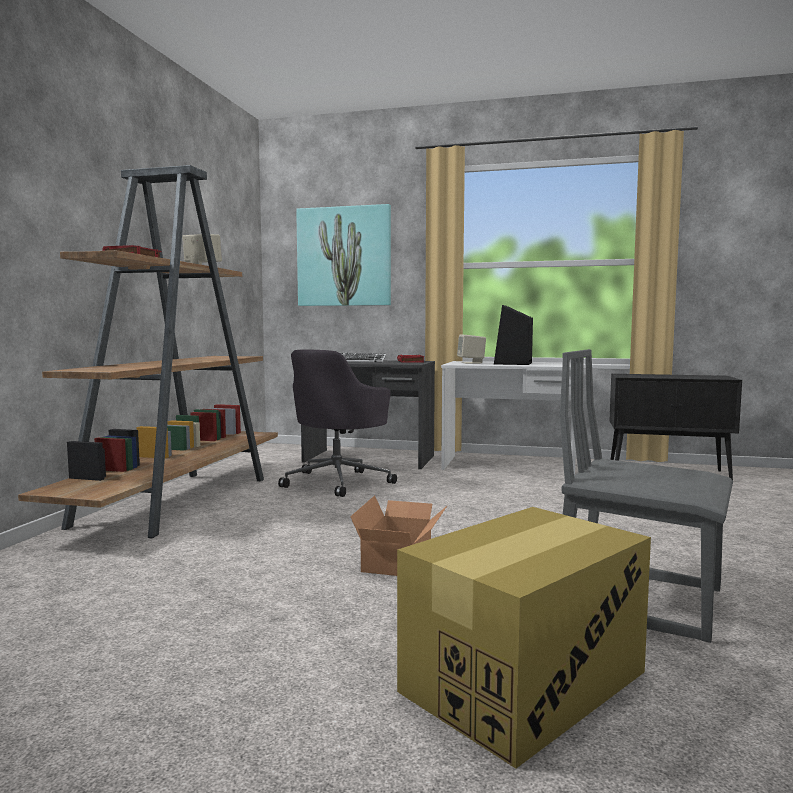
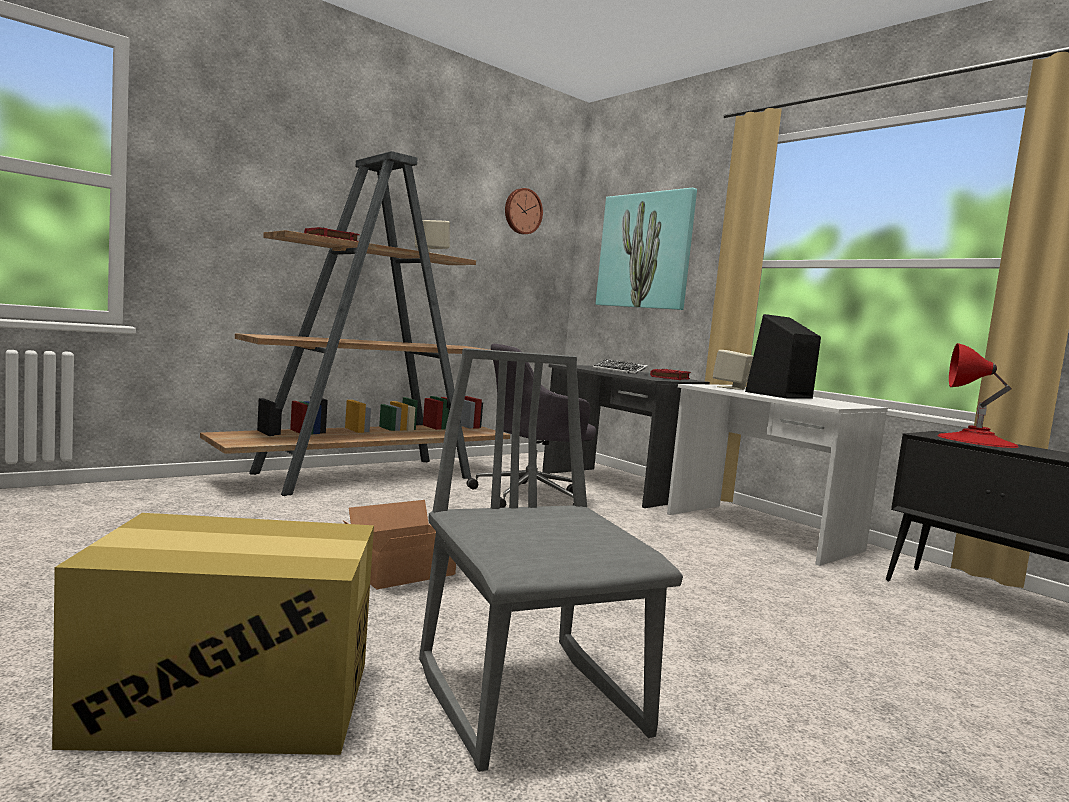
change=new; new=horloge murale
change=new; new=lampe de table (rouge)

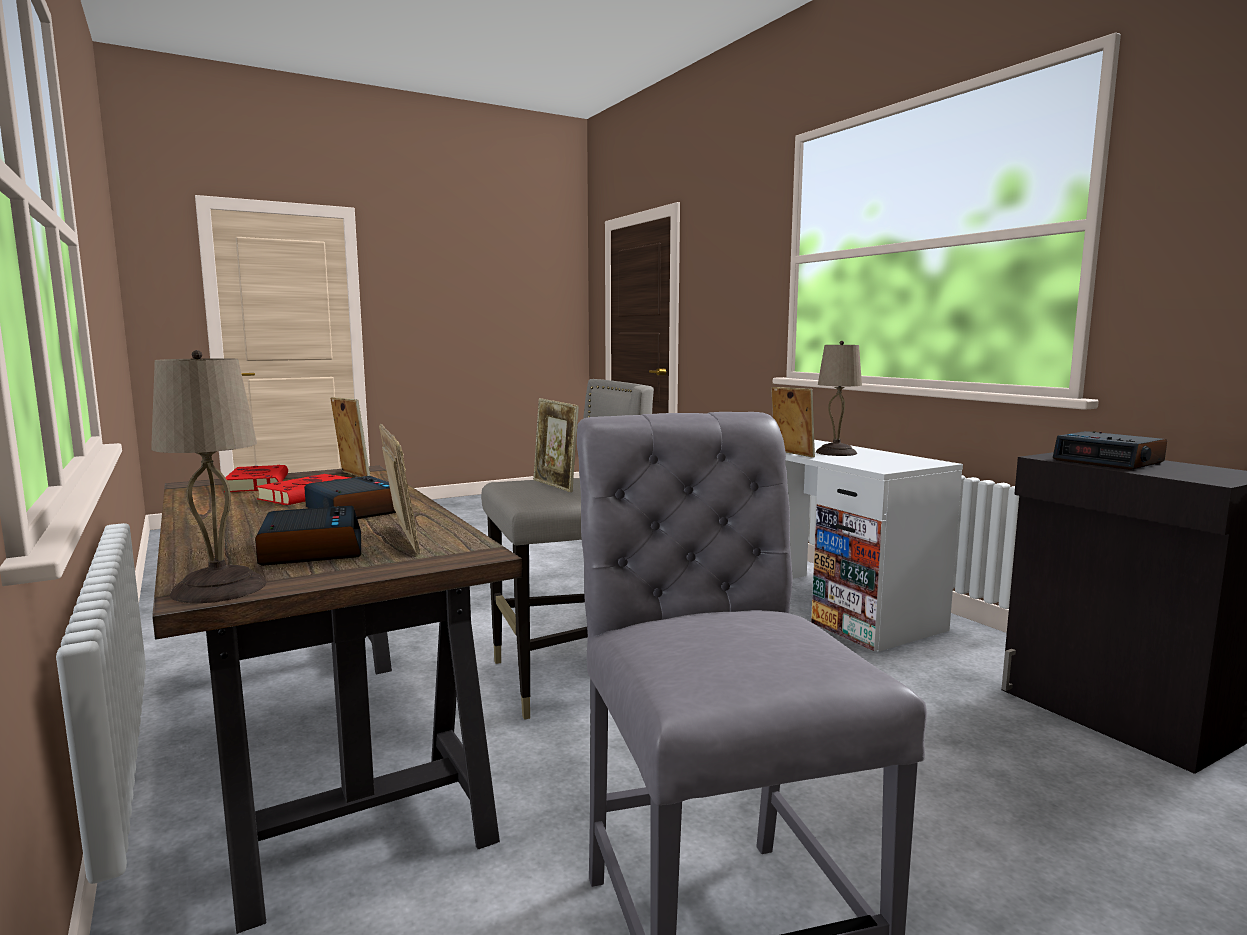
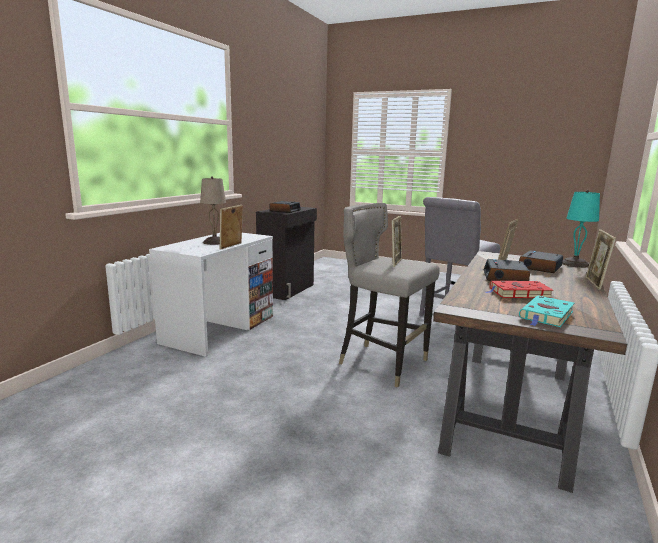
change=repainted; old=livre (rouge) (no. 1 from left); new=livre (turquoise)
change=repainted; old=lampe de table (beige) (no. 1 from left); new=lampe de table (turquoise)
change=shifted; old=cadre photo (no. 1 from left in the first image); new=cadre photo (no. 4 from left)

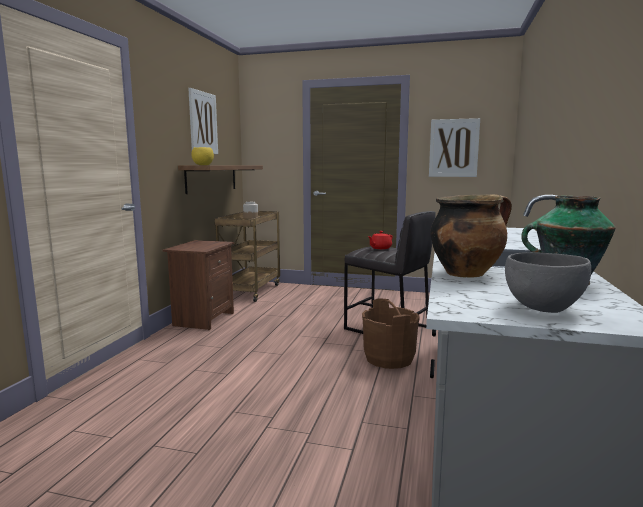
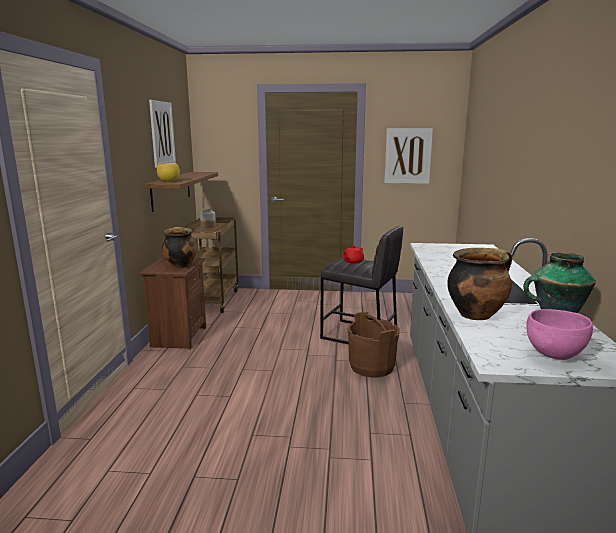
change=new; new=marmite (no. 1 from left)
change=repainted; old=bol (gris); new=bol (rose)

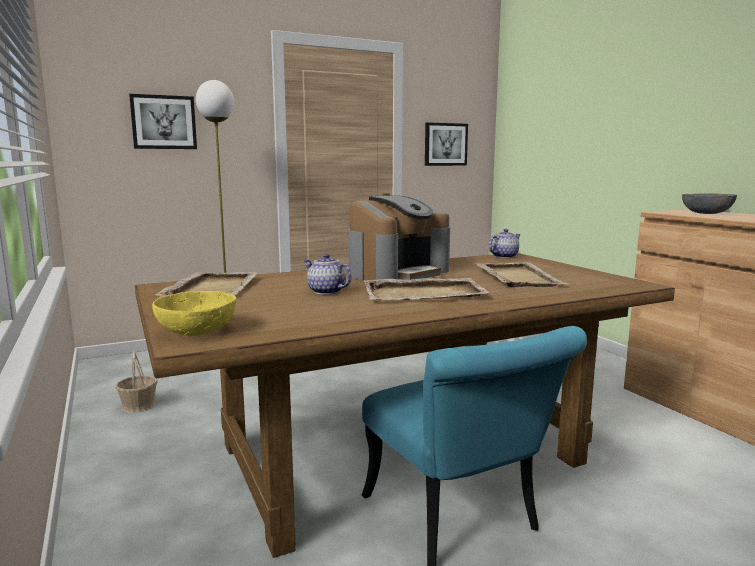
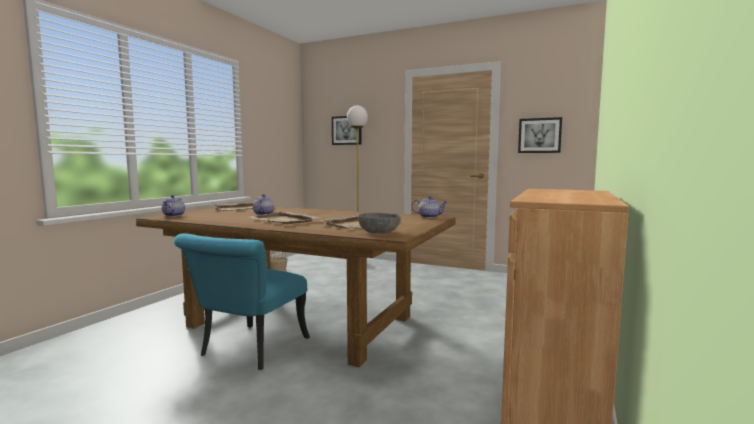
change=swapped; old=bol (jaune); new=théière (no. 1 from left)
change=shifted; old=bol (gris)
change=gone; old=machine à café

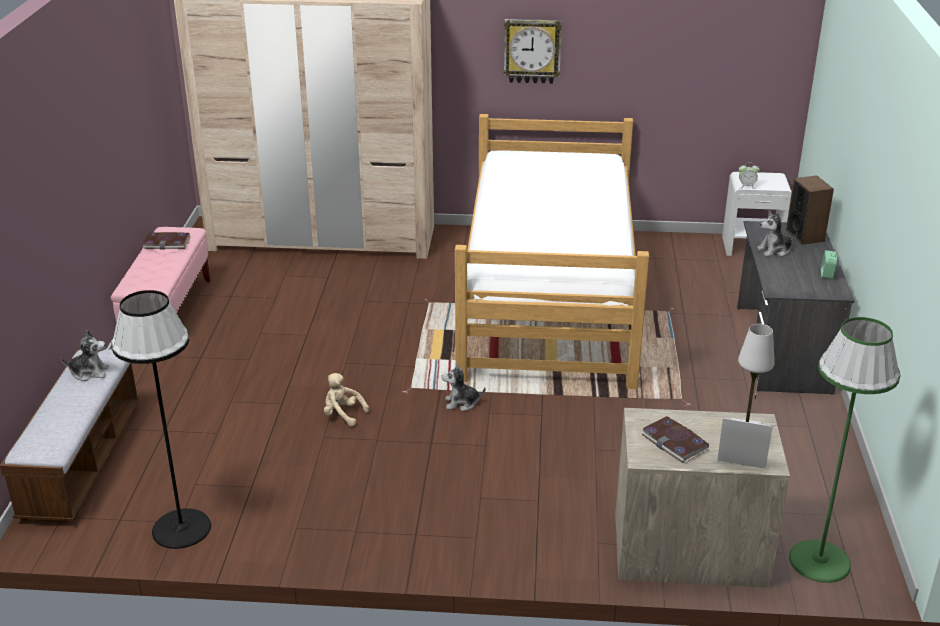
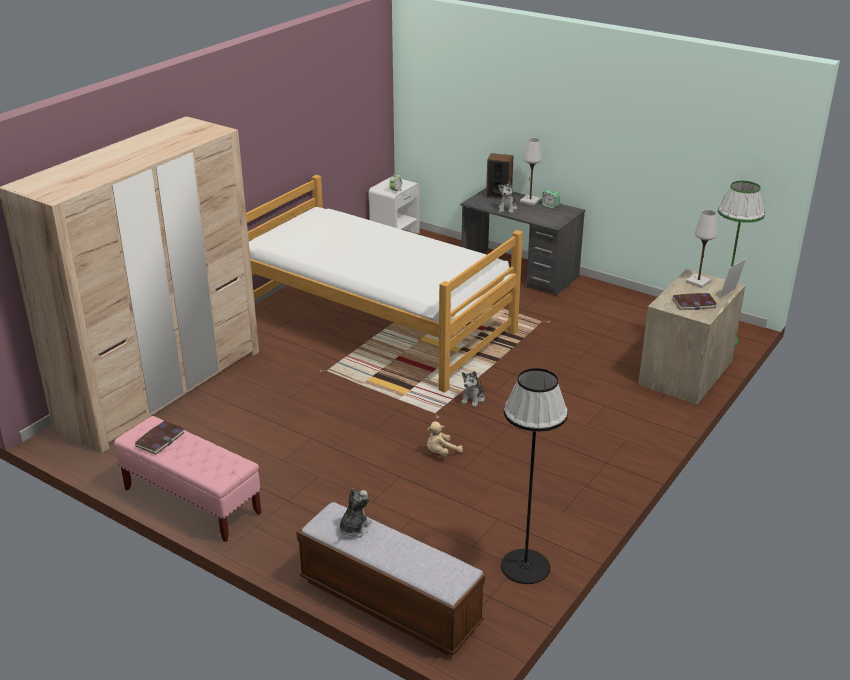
change=new; new=lampe de table (blanc) (no. 1 from left)
change=gone; old=horloge murale

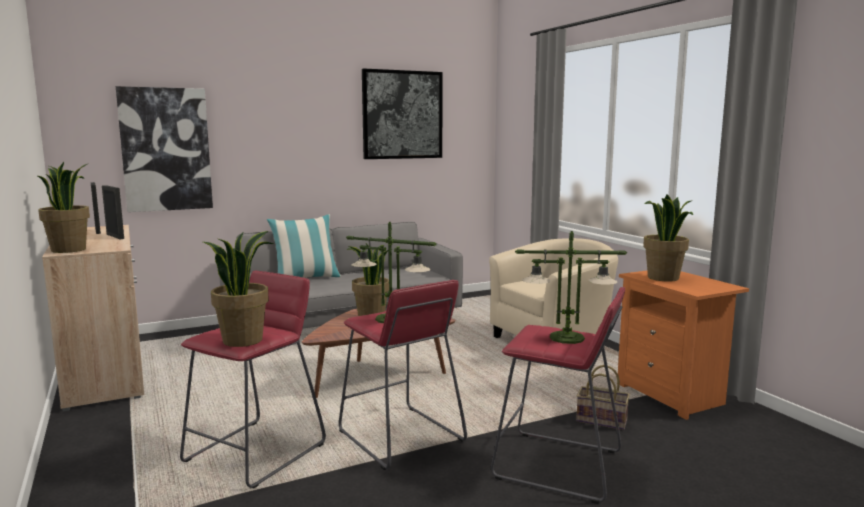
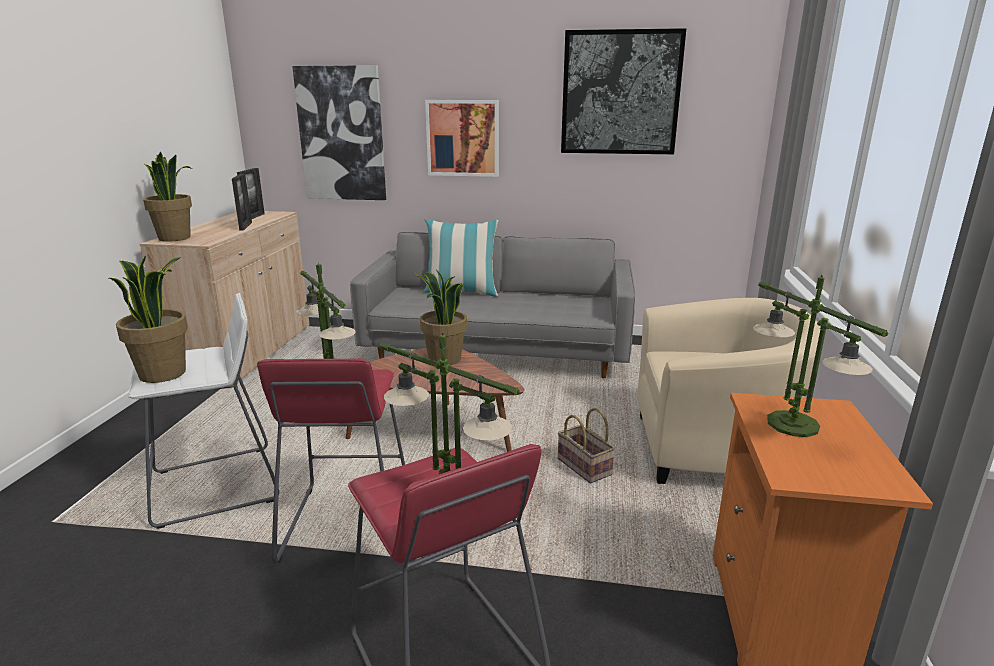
change=repainted; old=tabouret (rouge) (no. 1 from left); new=tabouret (blanc)
change=new; new=tableau (no. 2 from left)
change=shifted; old=panier
change=swapped; old=plante en pot (no. 4 from left); new=lampe de table (no. 3 from left)

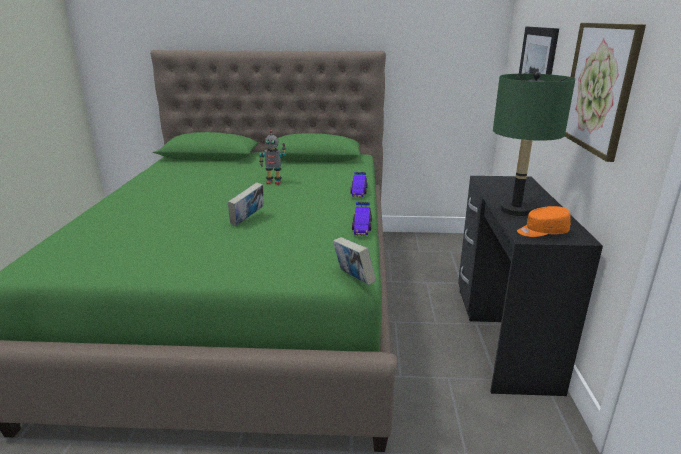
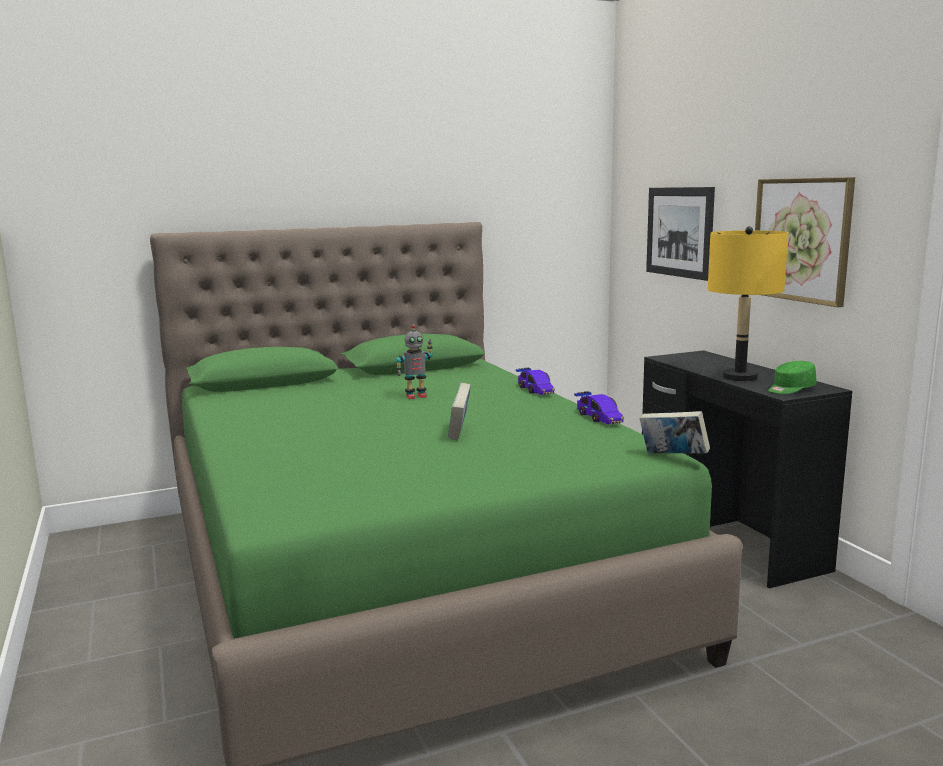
change=repainted; old=lampe de table (vert); new=lampe de table (jaune)
change=repainted; old=casquette (orange); new=casquette (vert)

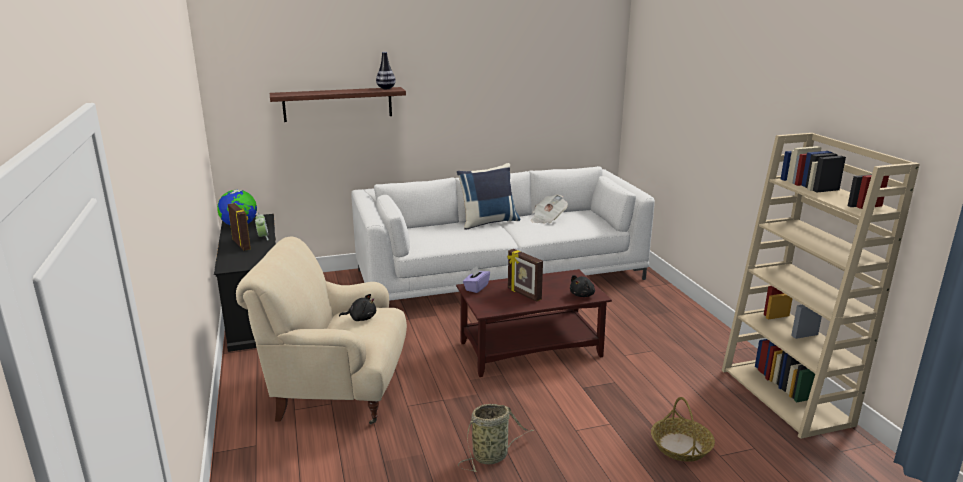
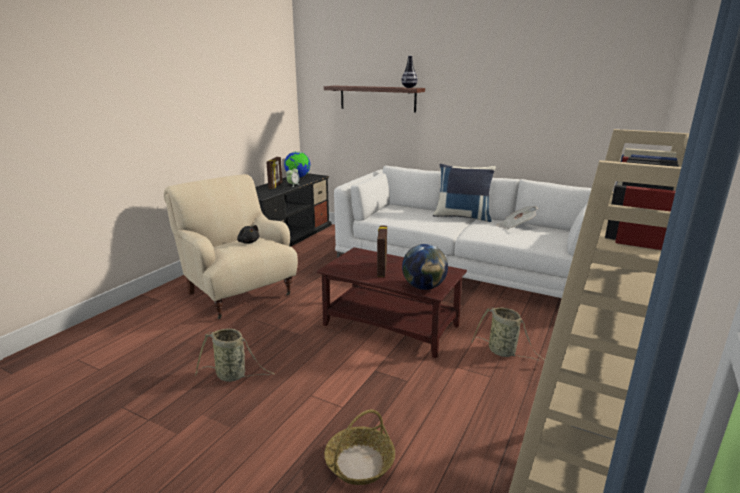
change=swapped; old=peluche (noir) (no. 2 from left); new=globe (no. 2 from left)
change=new; new=panier (no. 3 from left)
change=gone; old=boîte à mouchoirs (violet)

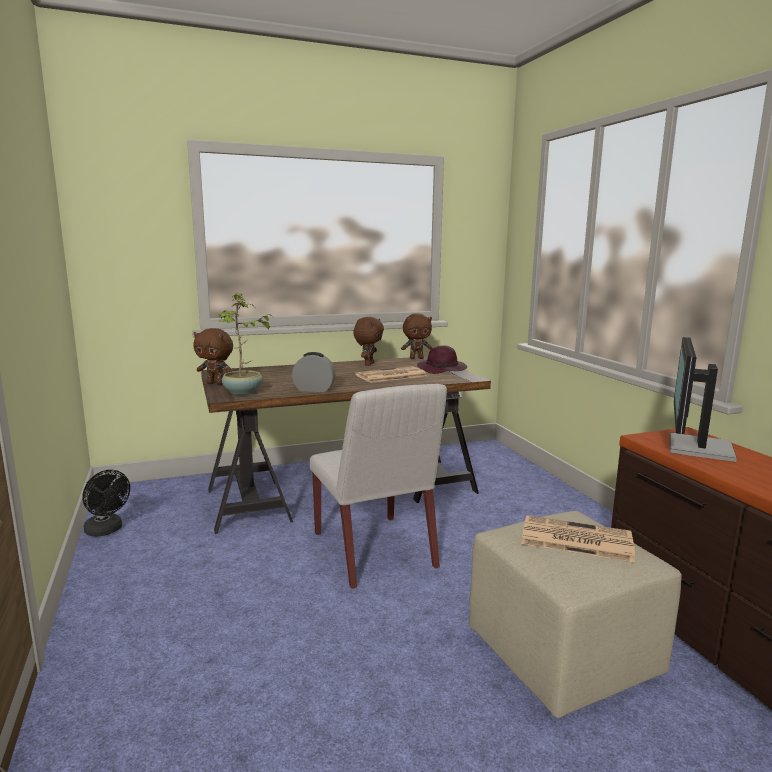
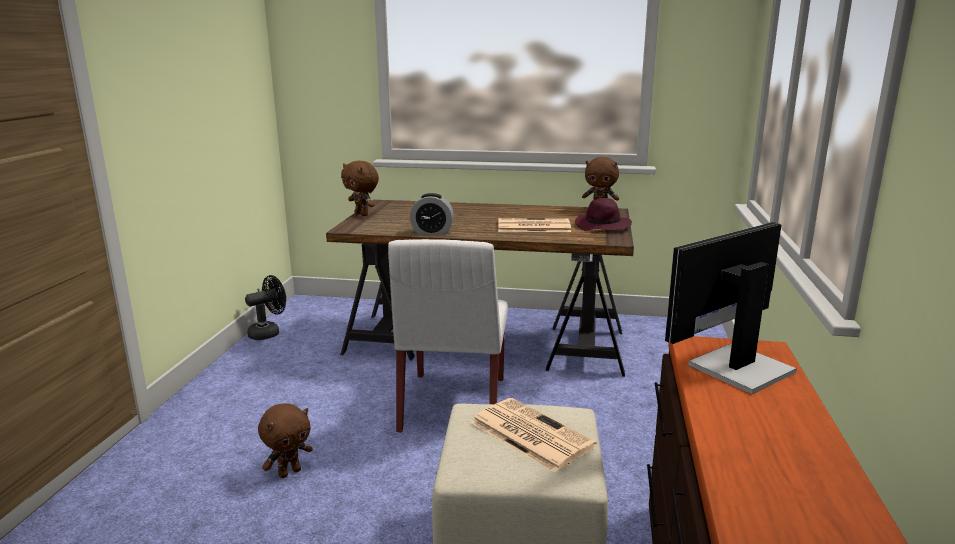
change=rotated; old=ventilateur (noir); degrees=-105
change=shifted; old=peluche (marron) (no. 2 from left in the first image); new=peluche (marron) (no. 1 from left)
change=rotated; old=réveil; degrees=150
change=gone; old=plante en pot

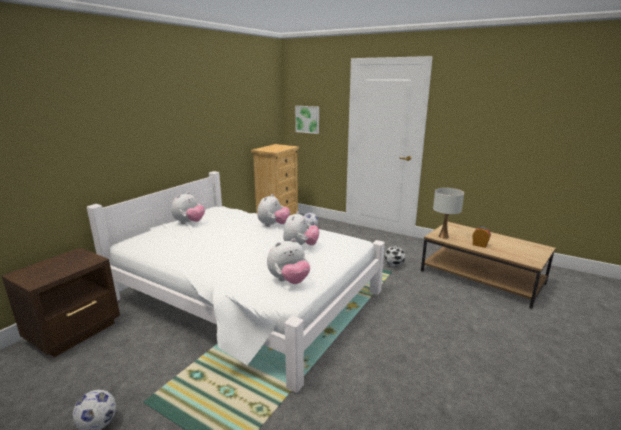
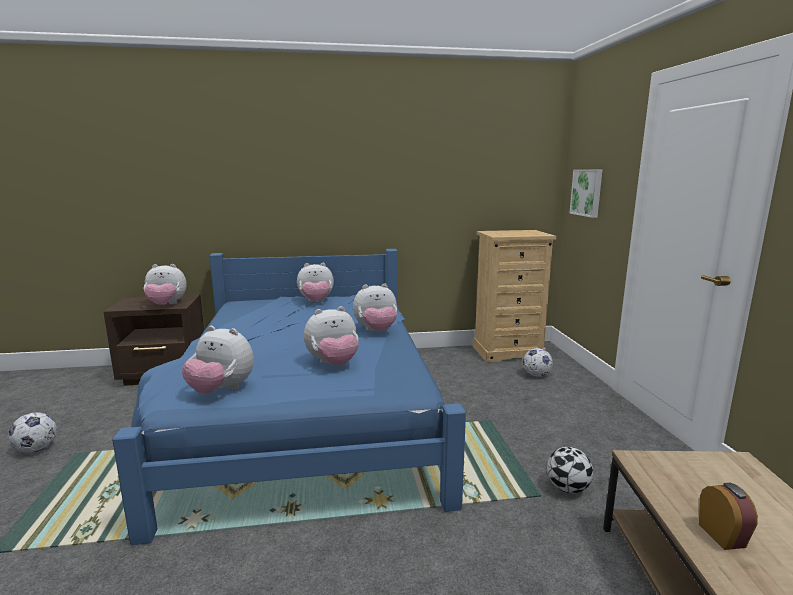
change=repainted; old=lit (blanc); new=lit (bleu)
change=new; new=peluche (no. 1 from left)
change=gone; old=lampe de table (blanc)

